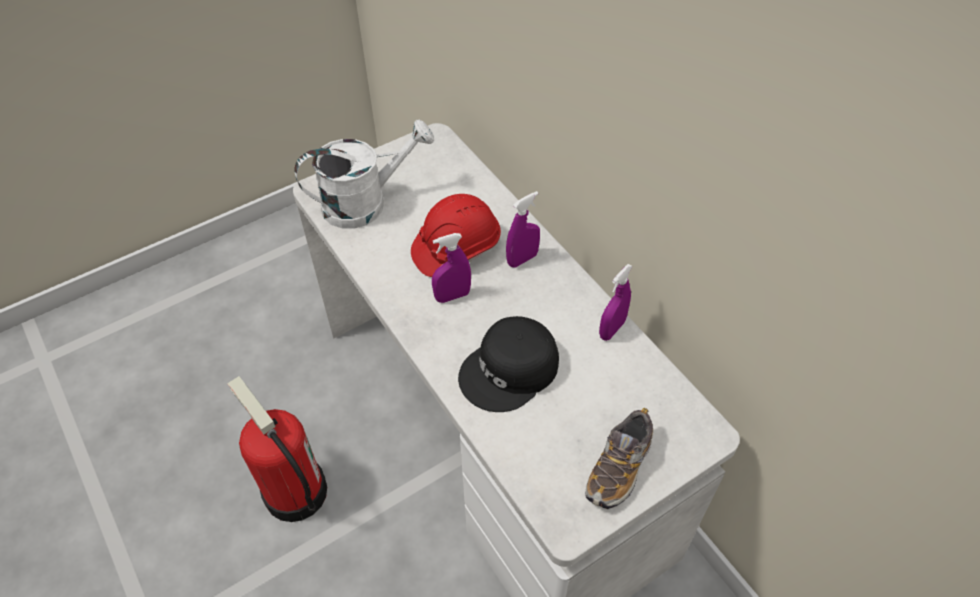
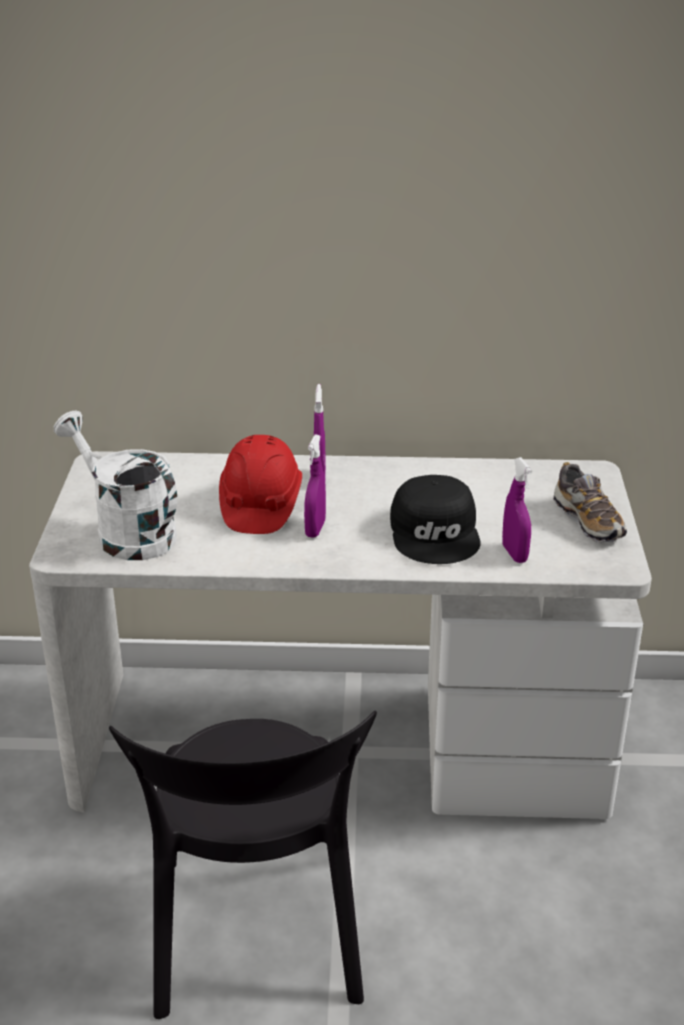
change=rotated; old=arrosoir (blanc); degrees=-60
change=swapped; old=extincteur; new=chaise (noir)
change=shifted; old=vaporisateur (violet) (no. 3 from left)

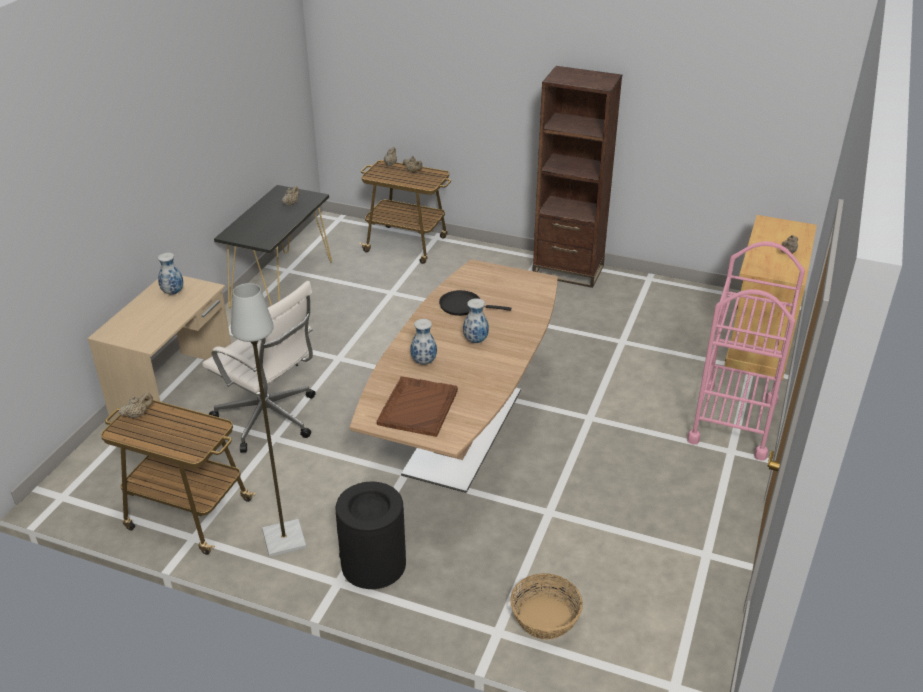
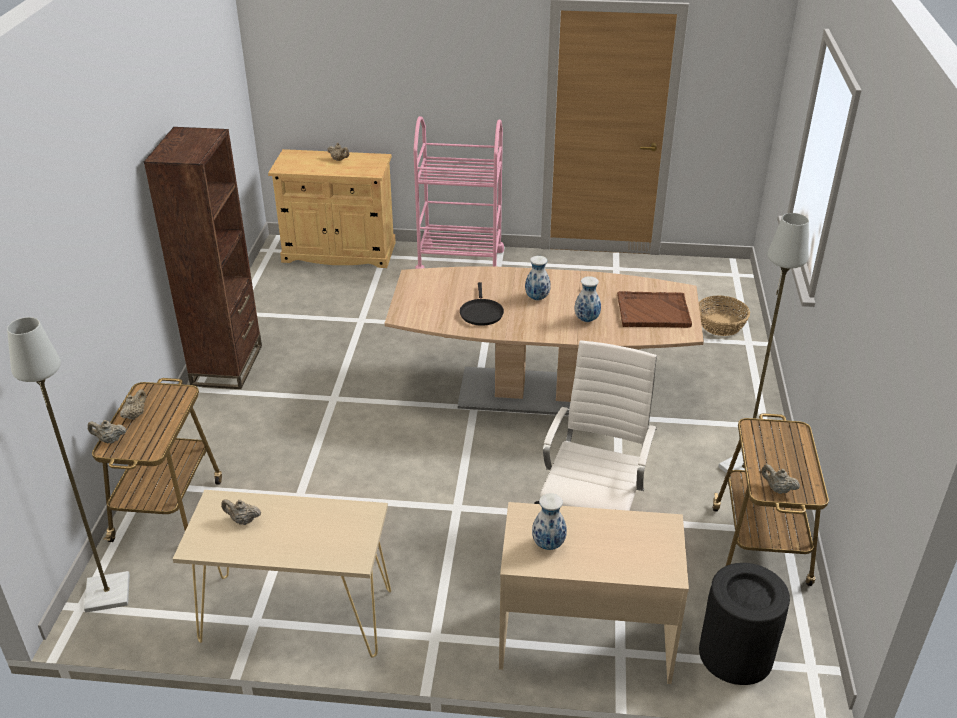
change=new; new=lampadaire (gris) (no. 1 from left)
change=repainted; old=table console (noir); new=table console (beige)
change=shifted; old=poubelle (noir)

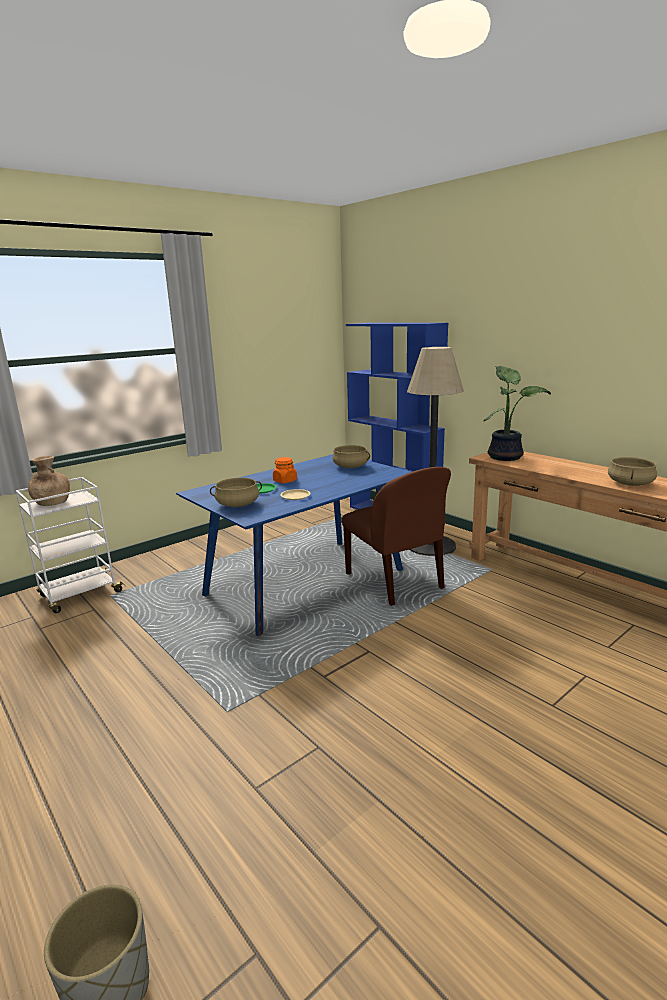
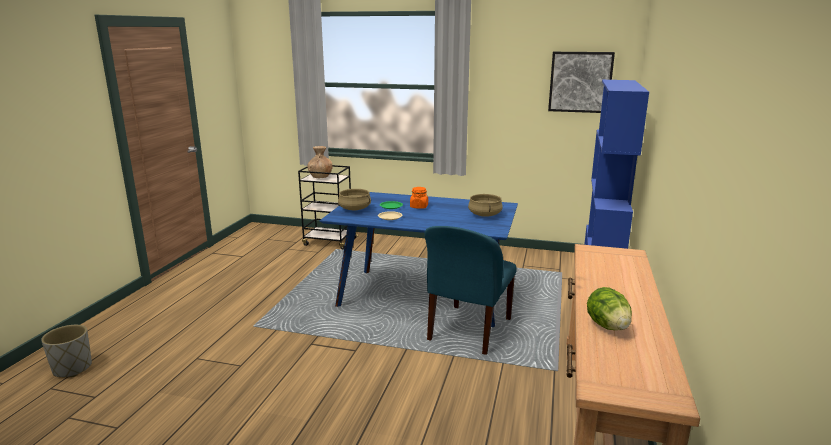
change=repainted; old=chariot (blanc); new=chariot (noir)
change=repainted; old=chaise (marron); new=chaise (bleu)
change=new; new=tableau
change=swapped; old=marmite (beige) (no. 3 from left); new=laitue
change=gone; old=lampadaire
change=gone; old=plante en pot

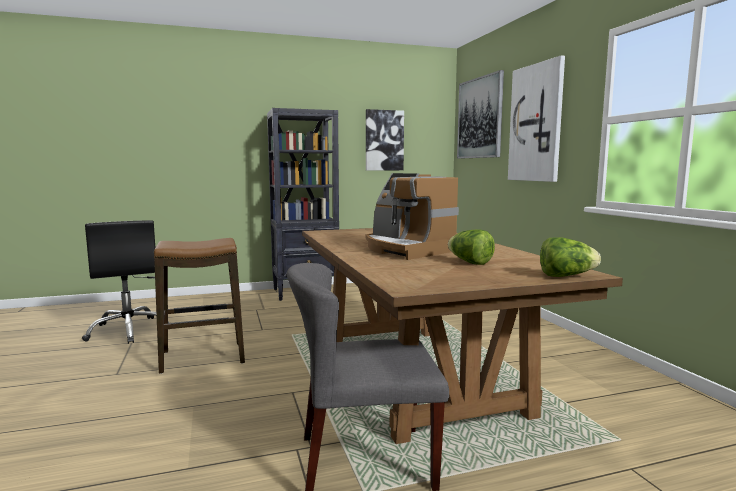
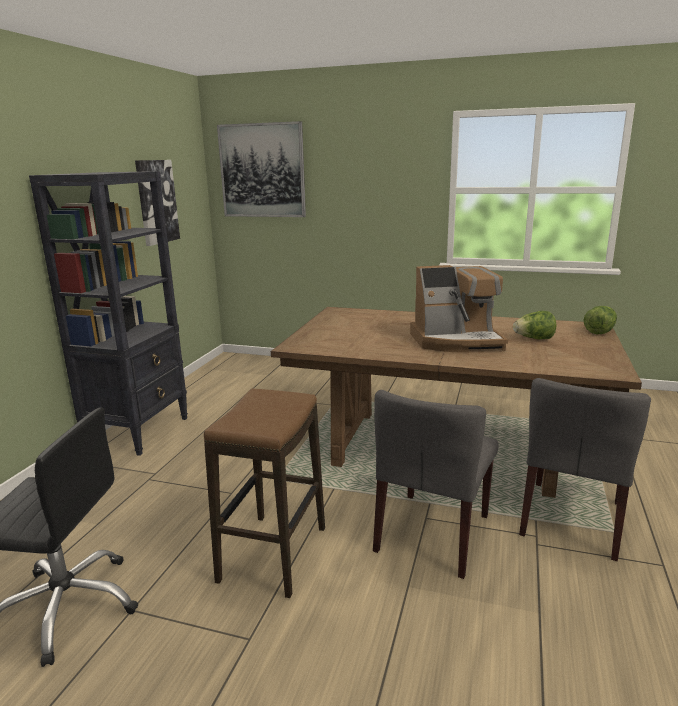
change=new; new=chaise (gris) (no. 1 from left)
change=gone; old=tableau (no. 3 from left)

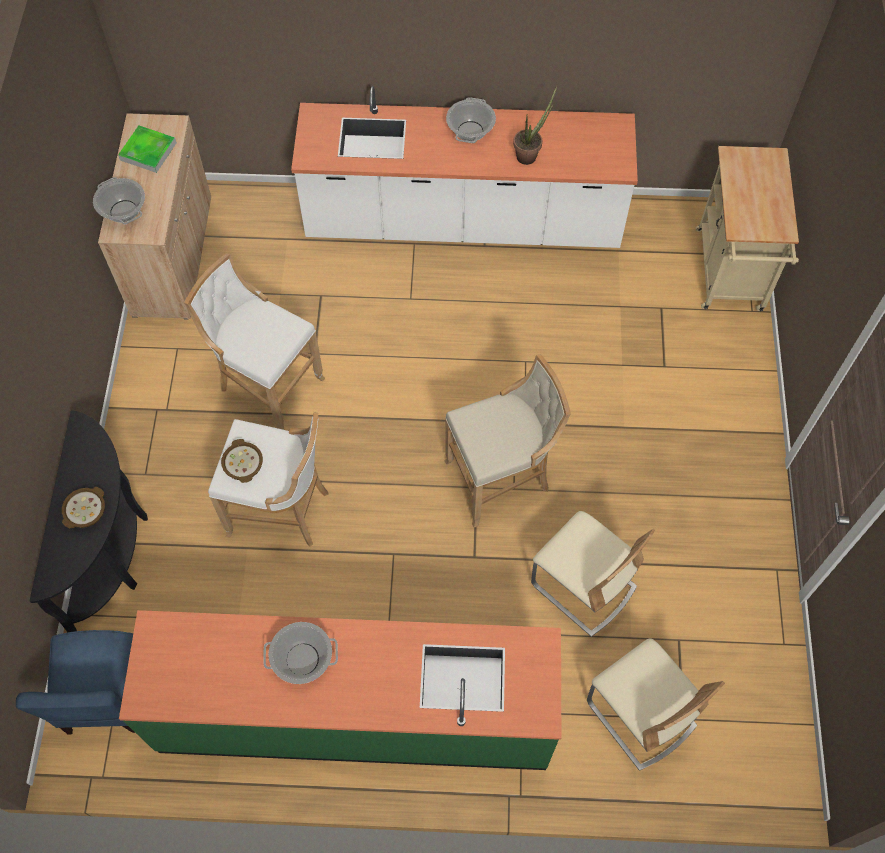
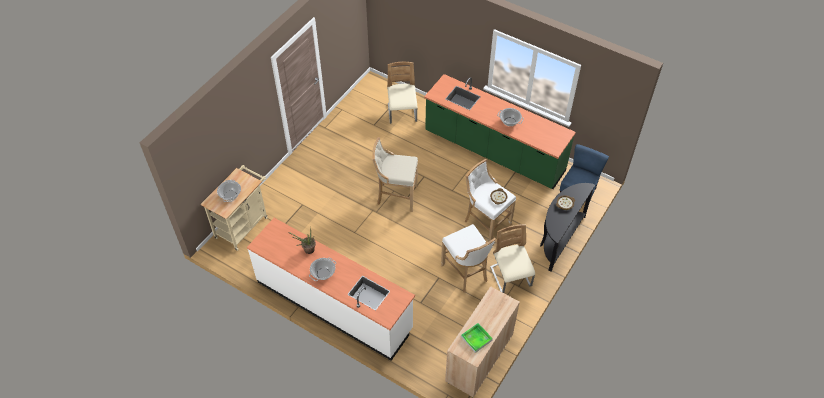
change=shifted; old=marmite (no. 1 from left)
change=shifted; old=chaise (beige) (no. 1 from left in the first image); new=chaise (beige) (no. 2 from left)

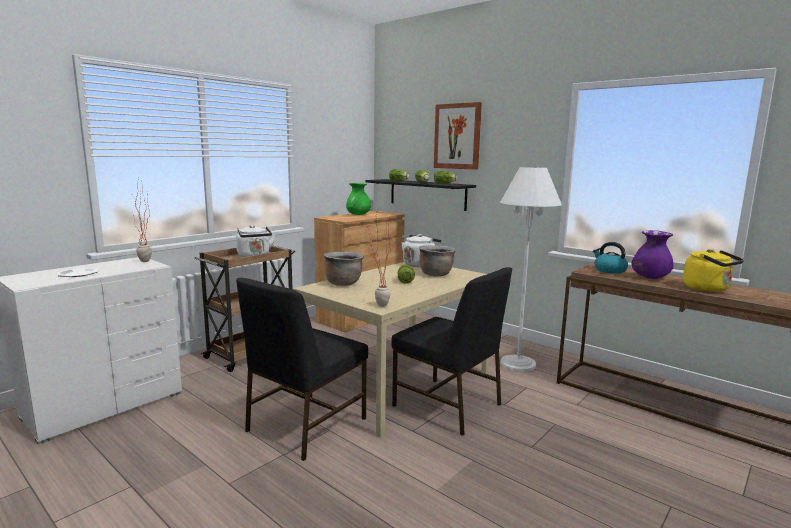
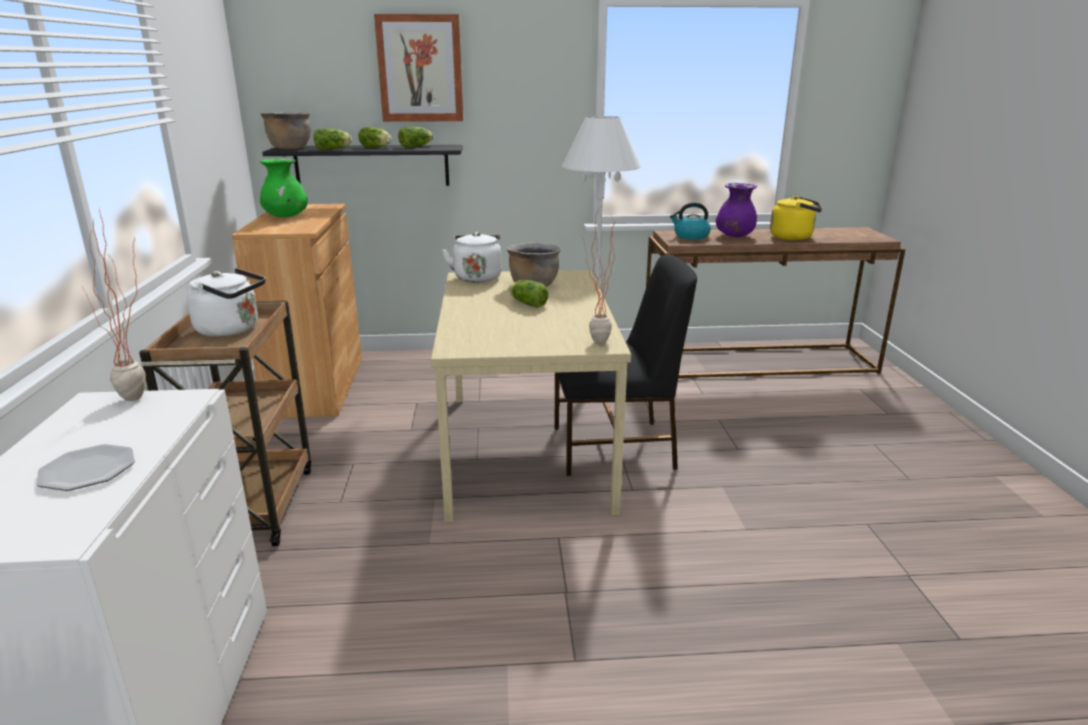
change=shifted; old=marmite (marron) (no. 1 from left)
change=gone; old=chaise (noir) (no. 1 from left)

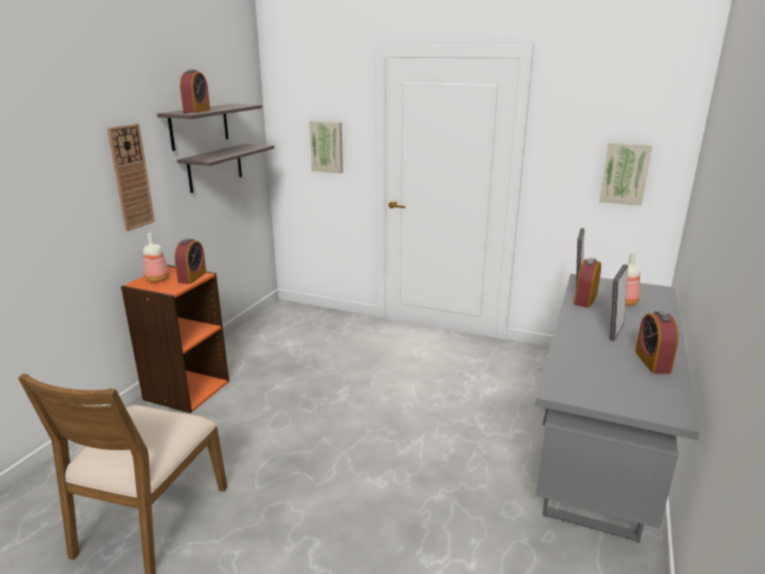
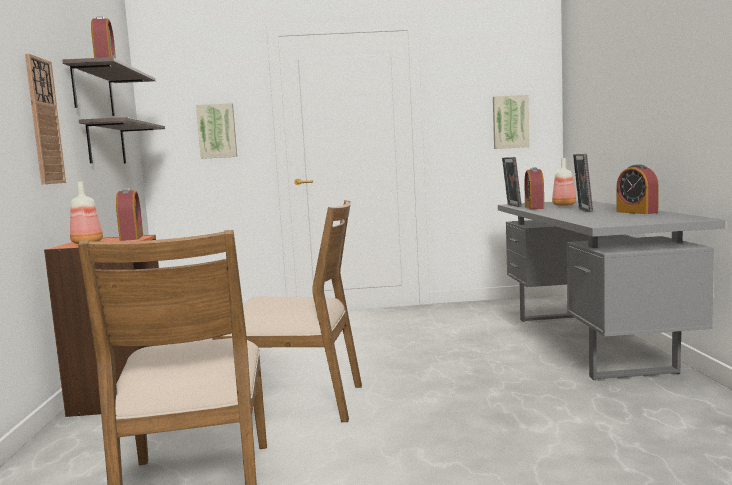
change=new; new=chaise (marron) (no. 2 from left)

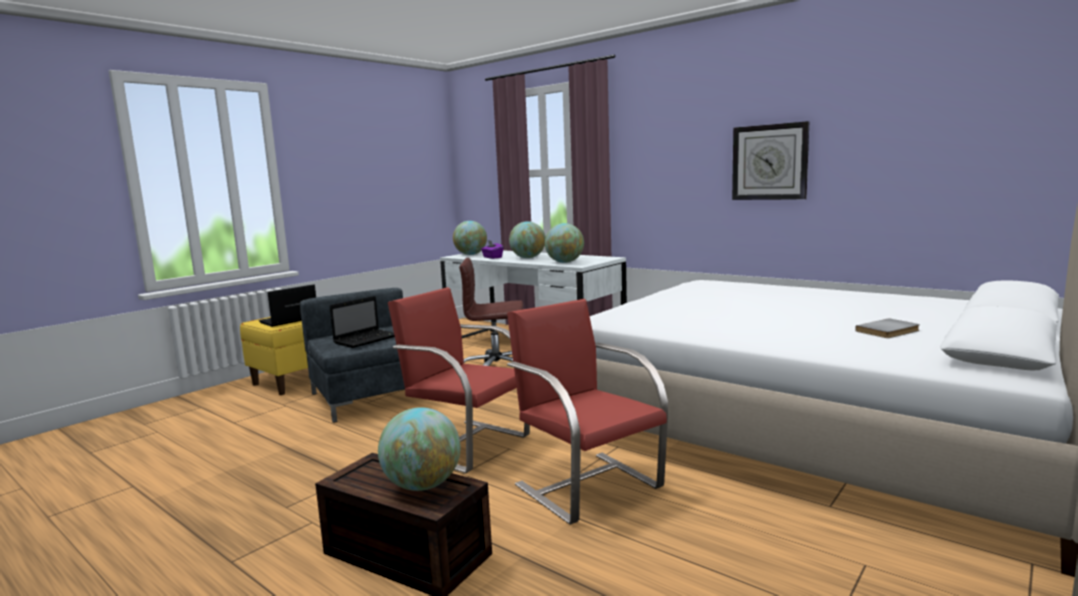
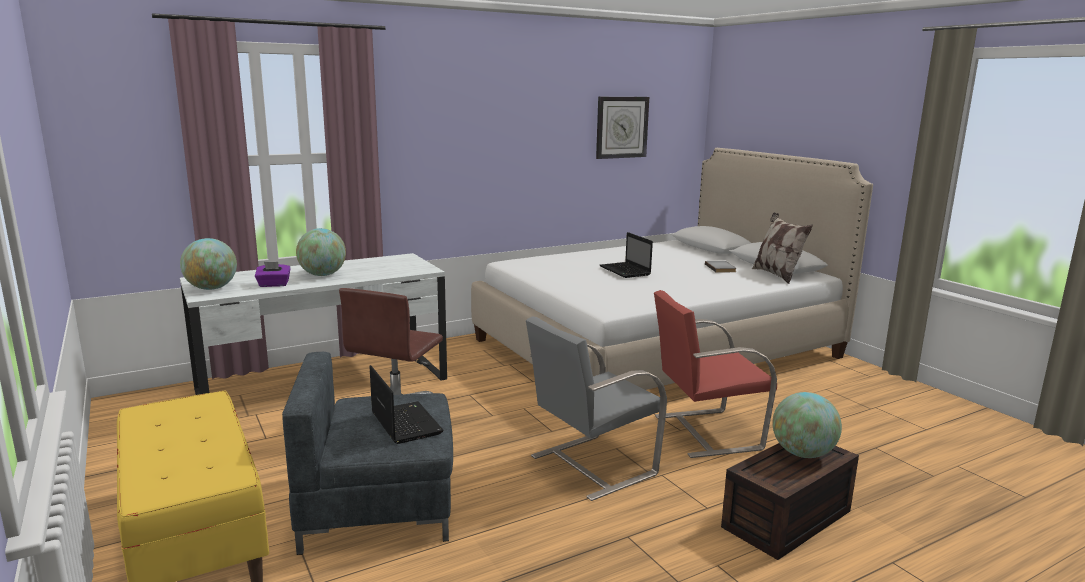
change=repainted; old=chaise (rouge) (no. 1 from left); new=chaise (gris)
change=shifted; old=horloge murale
change=shifted; old=ordinateur portable (no. 1 from left in the first image); new=ordinateur portable (no. 2 from left)
change=new; new=coussin
change=gone; old=globe (no. 4 from left)

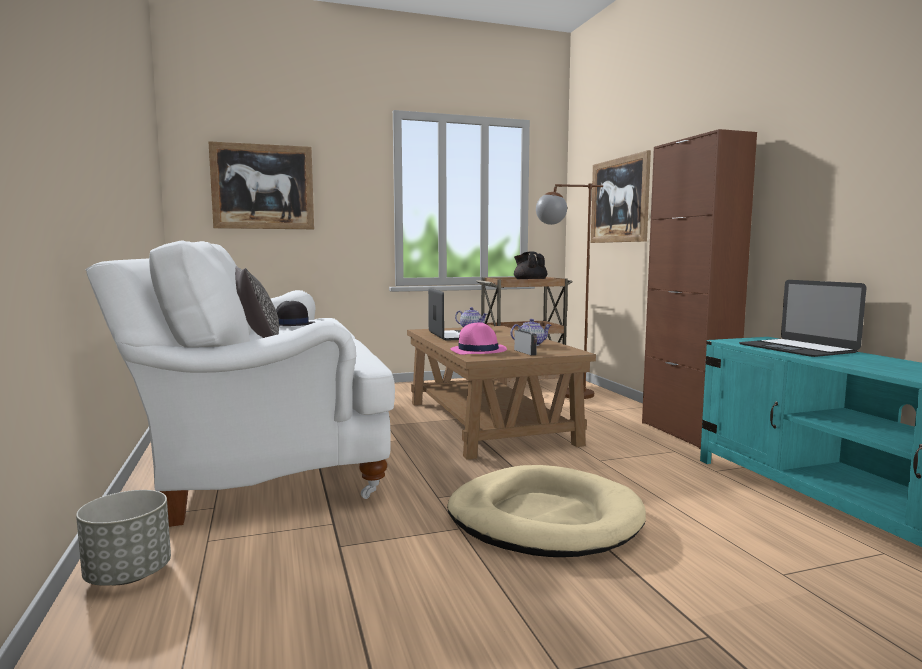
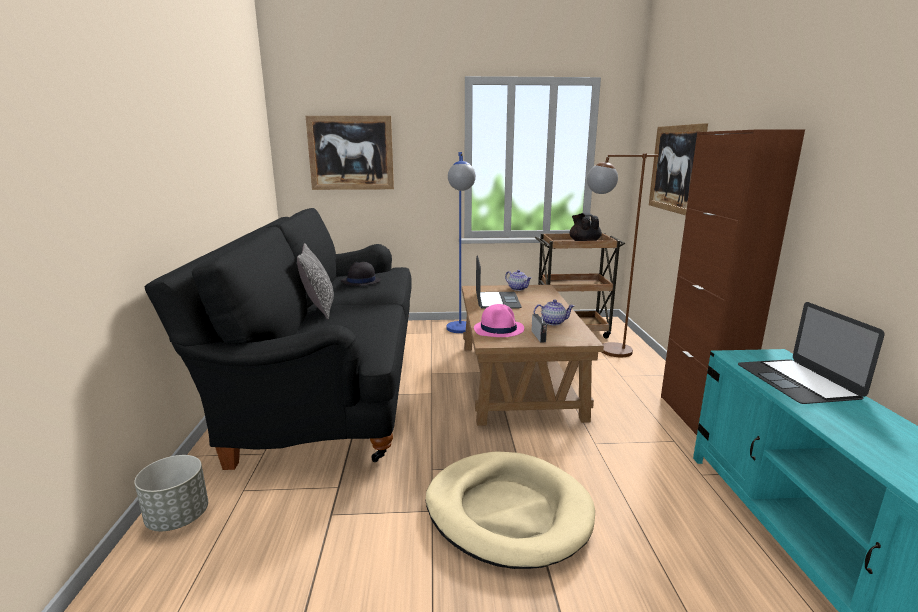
change=repainted; old=canapé (blanc); new=canapé (noir)
change=new; new=lampadaire (bleu)

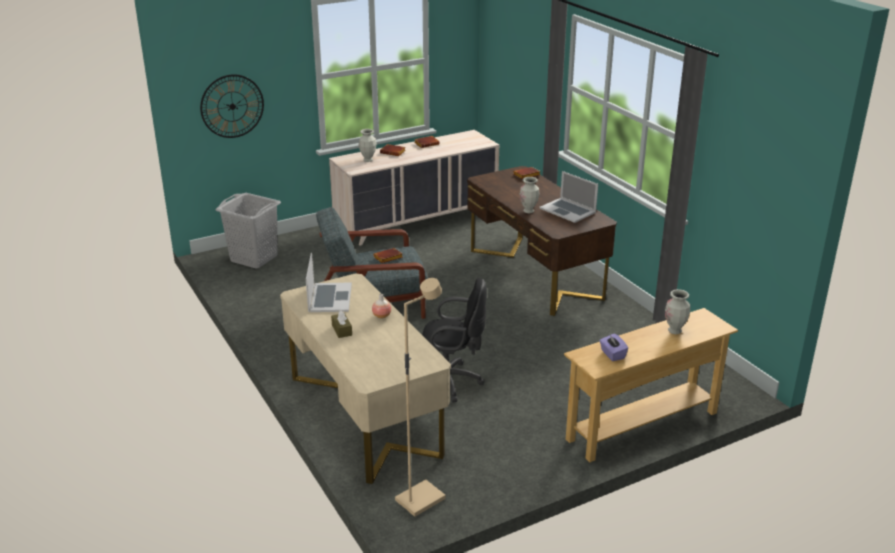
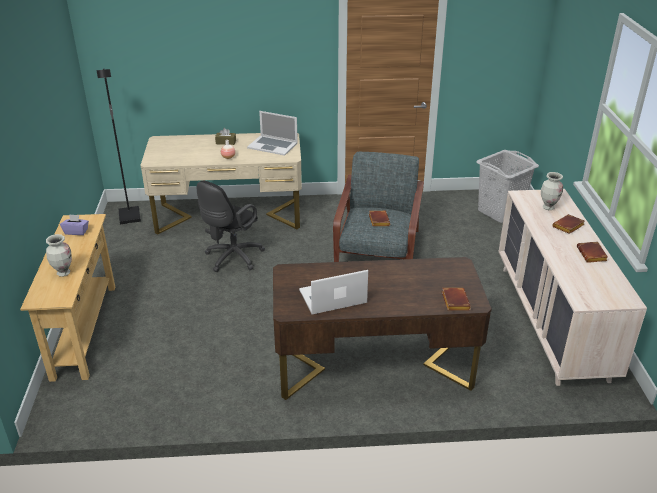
change=repainted; old=lampadaire (beige); new=lampadaire (noir)
change=gone; old=horloge murale
change=gone; old=vase (no. 3 from left)

